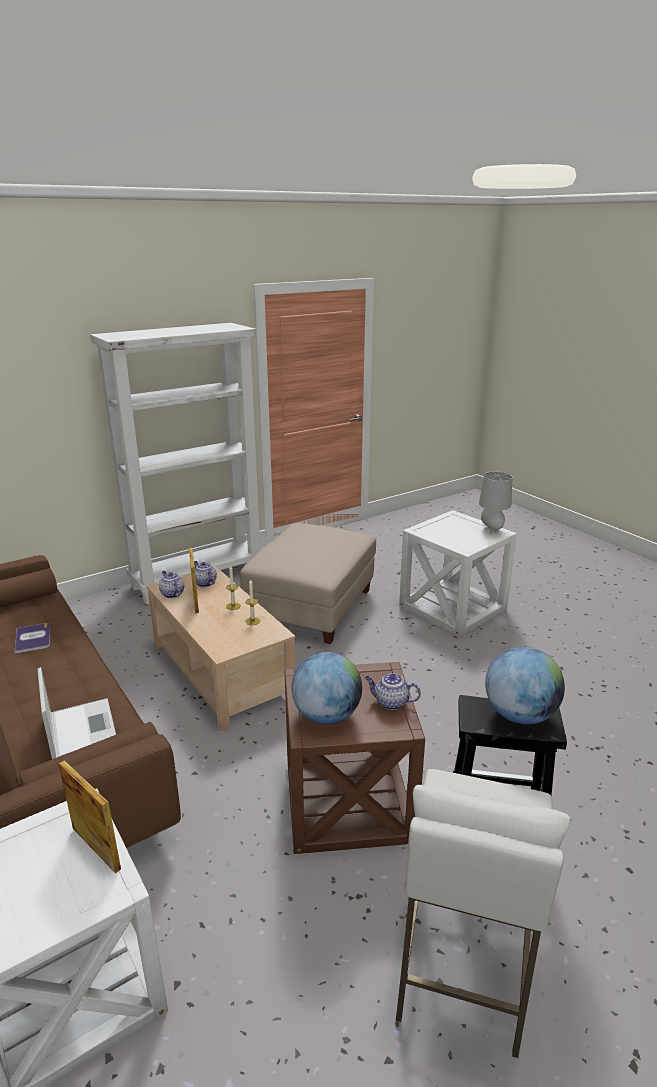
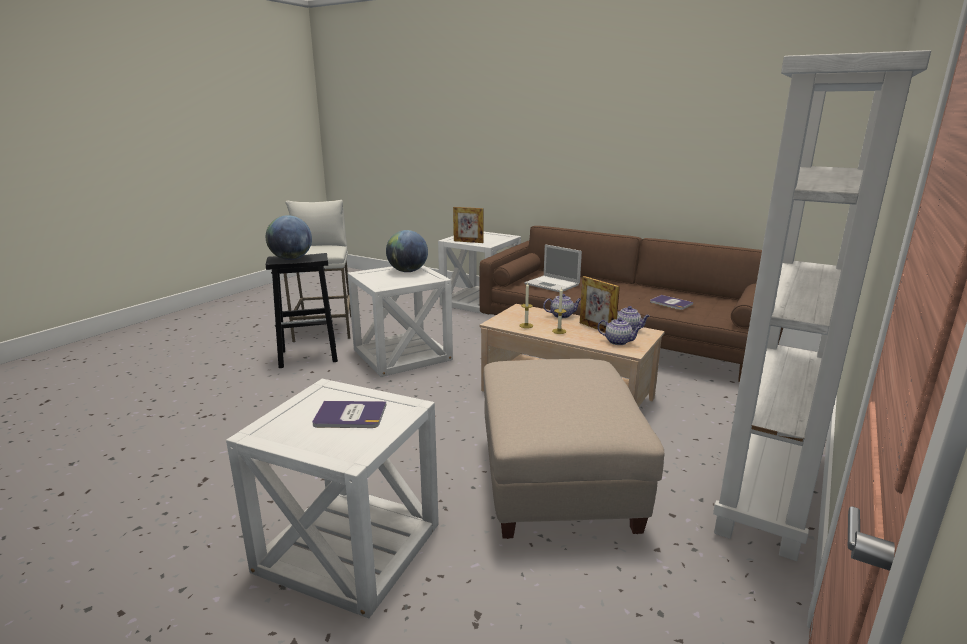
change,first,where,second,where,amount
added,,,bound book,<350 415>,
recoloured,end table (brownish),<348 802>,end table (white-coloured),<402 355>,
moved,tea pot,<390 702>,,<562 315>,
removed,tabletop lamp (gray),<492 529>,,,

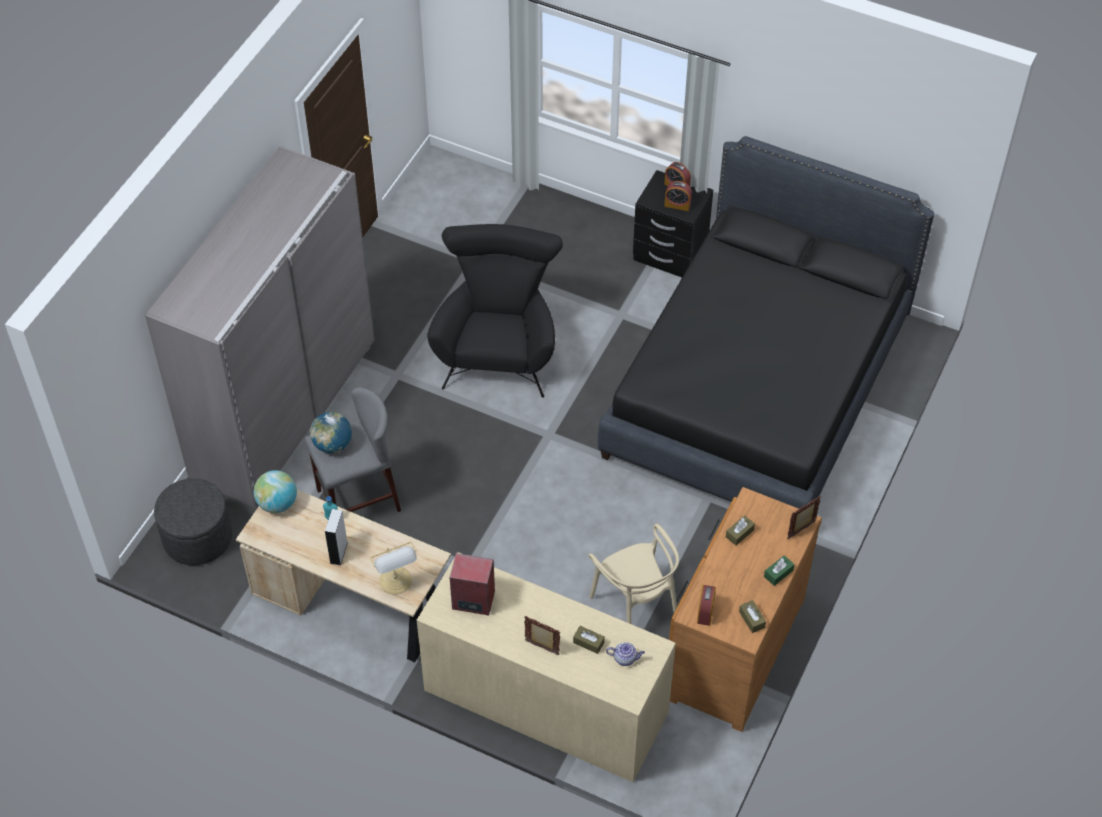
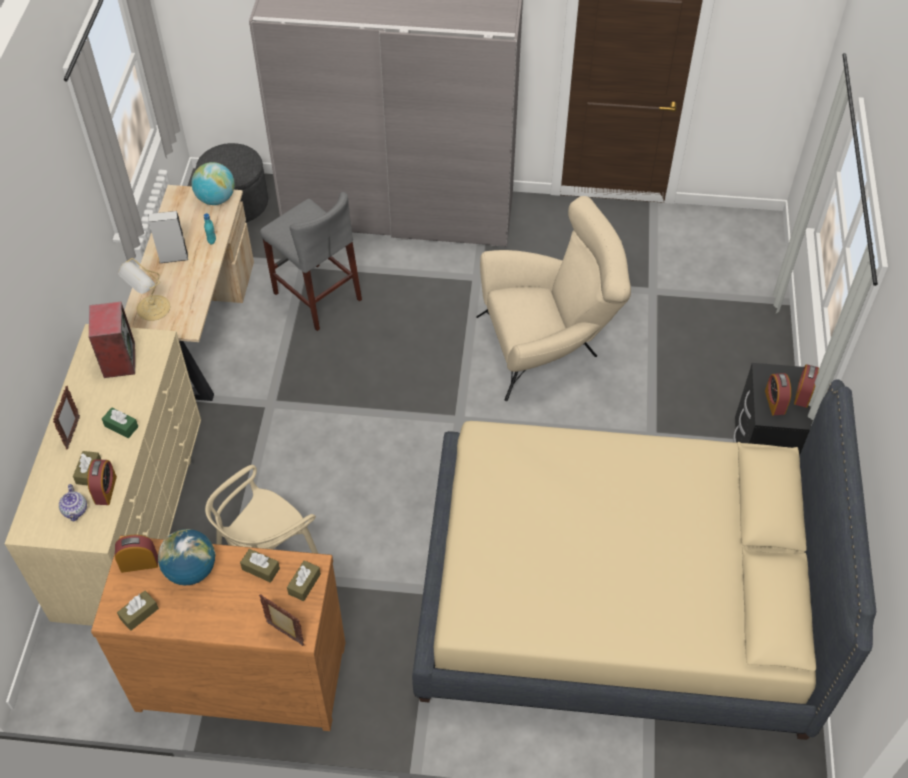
change,first,where,second,where,amount
added,,,alarm clock,<105 490>,
moved,tissue holder (greenish),<778 573>,,<121 426>,
moved,desk globe,<332 444>,,<191 570>,
added,,,tissue holder (brownish),<304 584>,
recoloured,bedroom bed (blackish),<757 387>,bedroom bed (beige-coloured),<617 598>,
recoloured,lounge chair (blackish),<498 349>,lounge chair (beige-coloured),<548 345>,

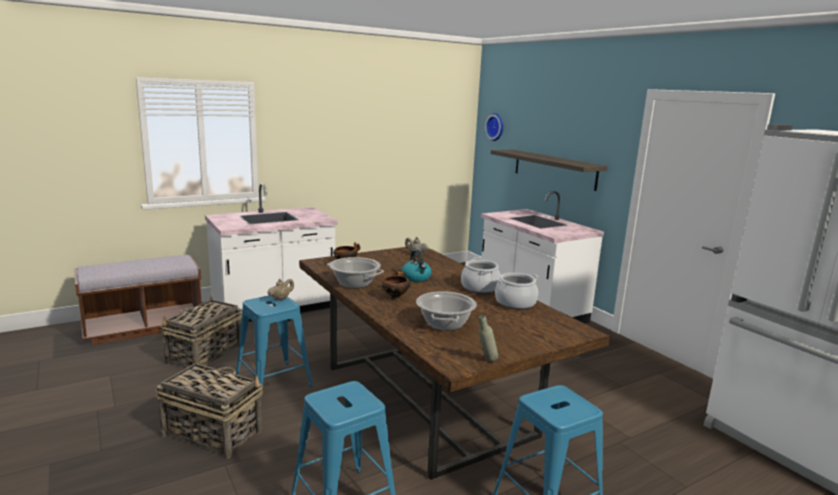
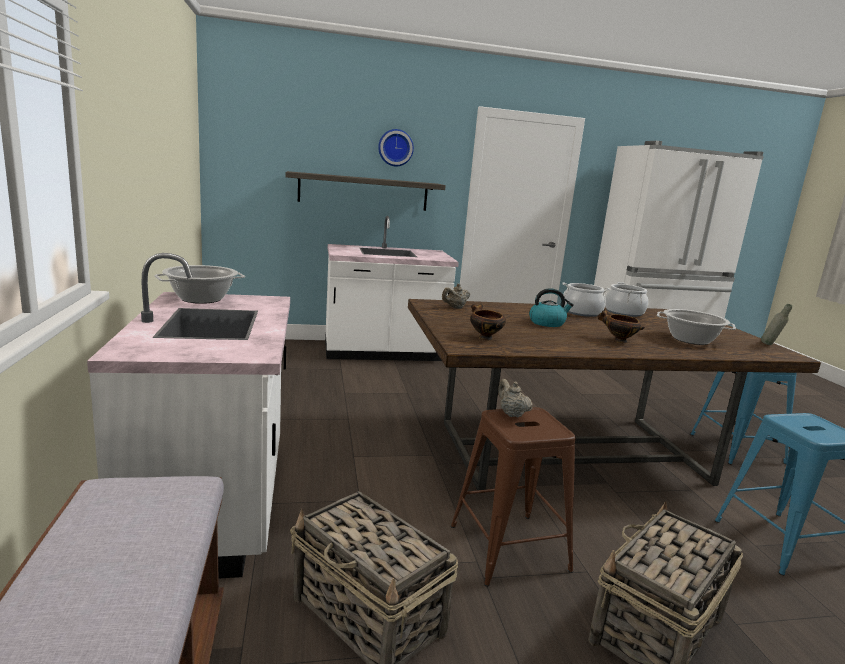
change,first,where,second,where,amount
moved,stockpot,<355 283>,,<201 299>,
moved,wall clock,<496 127>,,<395 148>,
recoloured,sitting stool (blue-coloured),<274 382>,sitting stool (brownish),<509 547>,

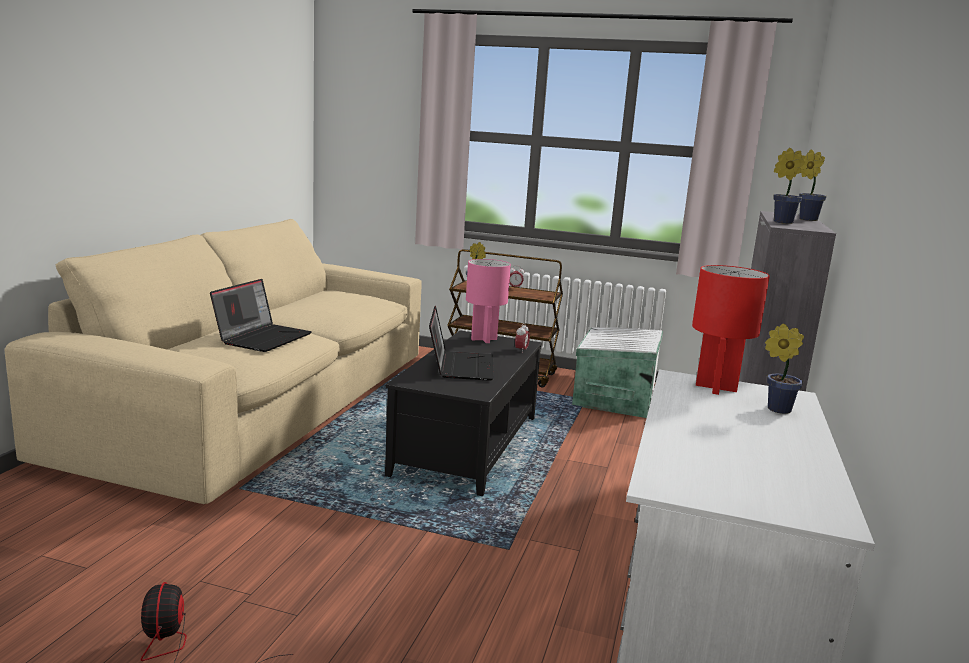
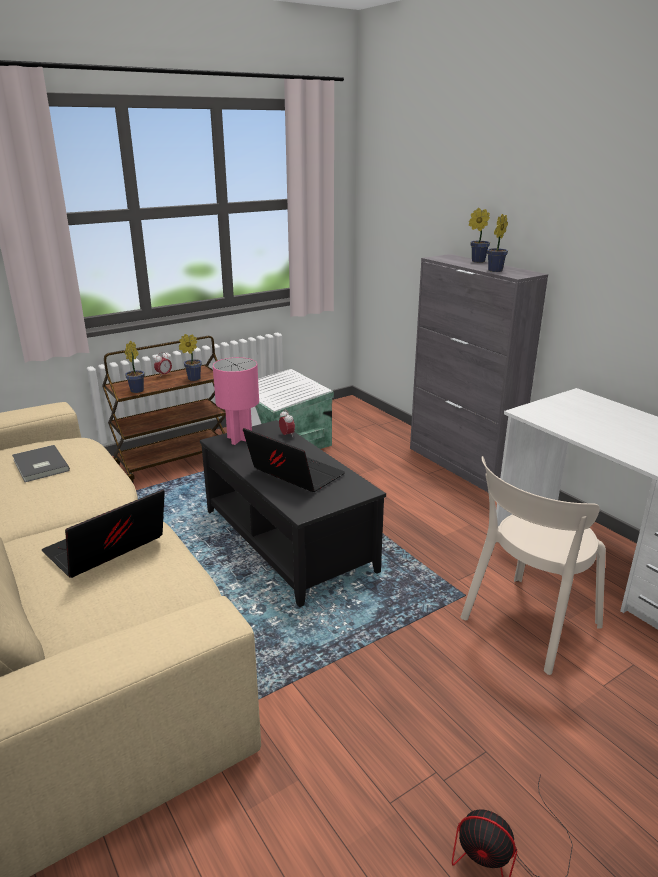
change,first,where,second,where,amount
added,,,bound book (gray),<39 466>,
turned,laptop,<263 338>,,<106 550>,105 degrees counterclockwise
moved,potted plant,<775 409>,,<192 379>,
added,,,plain chair (beige-coloured),<527 625>,
removed,tabletop lamp (red-coloured),<716 388>,,,

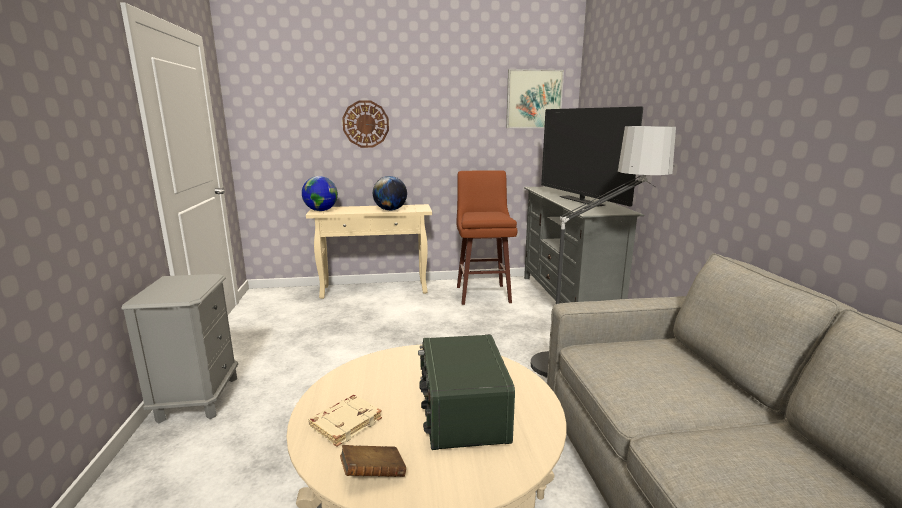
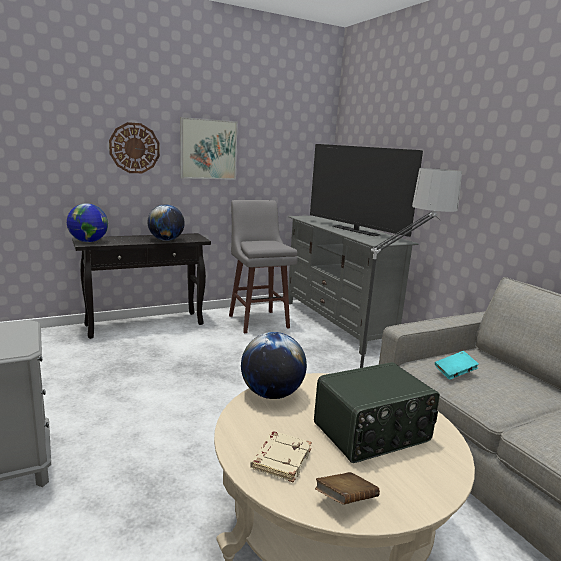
change,first,where,second,where,amount
recoloured,narrow table (beige-coloured),<375 290>,narrow table (blackish),<146 324>,
moved,wall art,<534 99>,,<208 149>,
recoloured,sitting stool (brownish),<483 294>,sitting stool (gray),<258 321>,
added,,,desk globe,<272 394>,
turned,radio set,<461 413>,,<372 433>,90 degrees counterclockwise
added,,,bound book (turquoise),<454 373>,

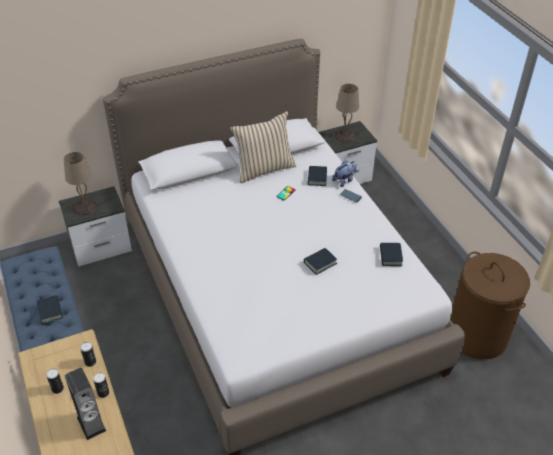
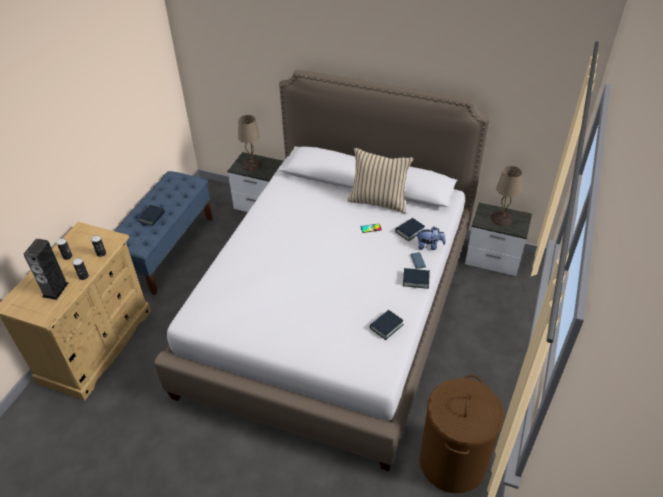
change,first,where,second,where,amount
moved,bound book,<320 263>,,<415 280>,

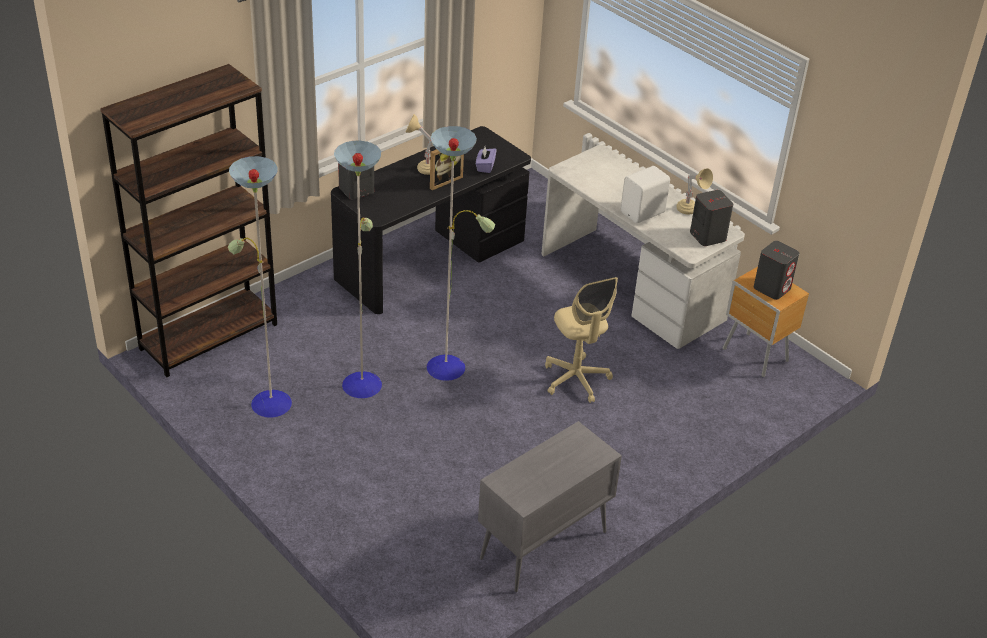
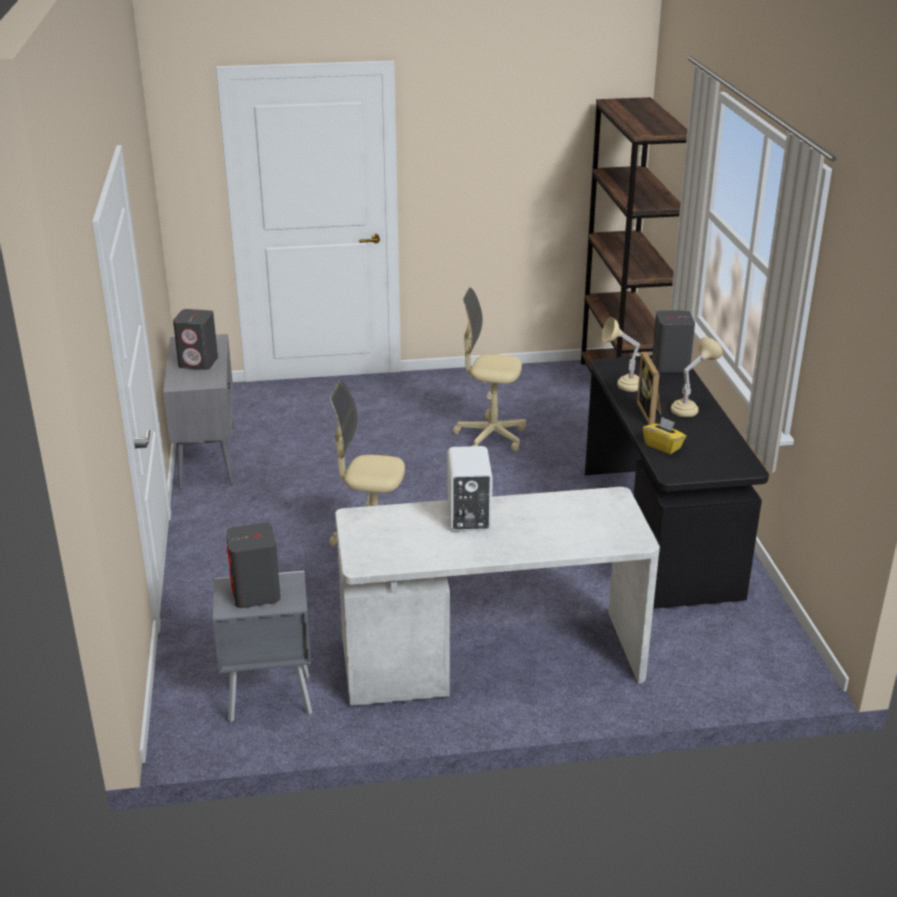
change,first,where,second,where,amount
moved,speaker (gray),<707 236>,,<199 362>,
recoloured,night table (brownish),<755 356>,night table (gray),<267 698>,
replaced,standing lamp,<361 382>,computer chair (beige-coloured),<490 437>,
moved,tabletop lamp (beige-coloured),<690 212>,,<622 386>,
recoloured,tissue holder (purplish),<485 166>,tissue holder (yellow),<663 446>,

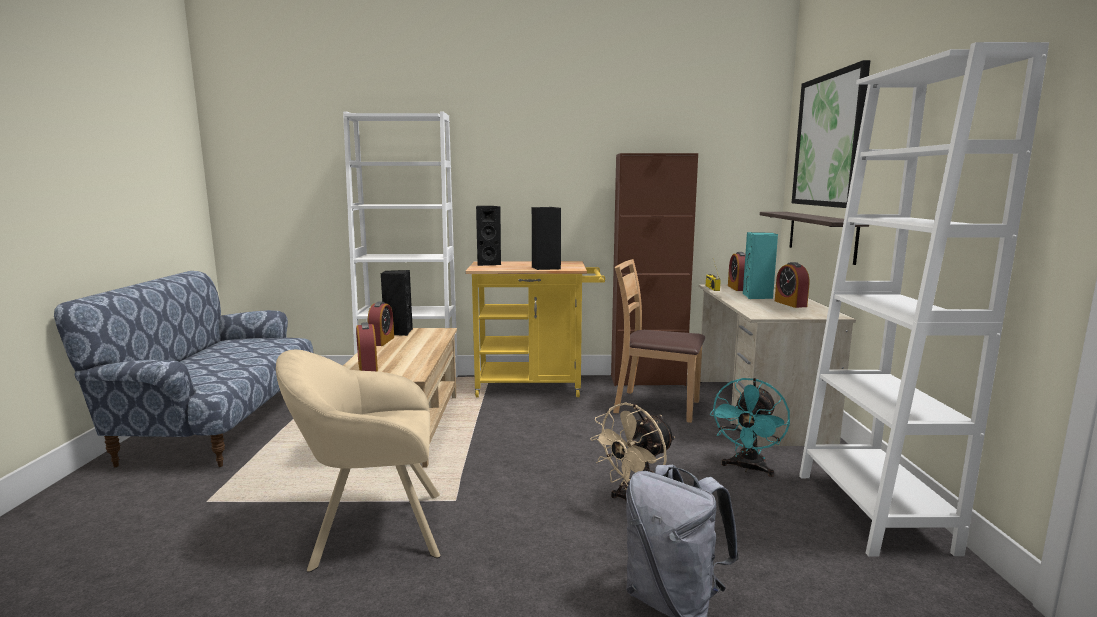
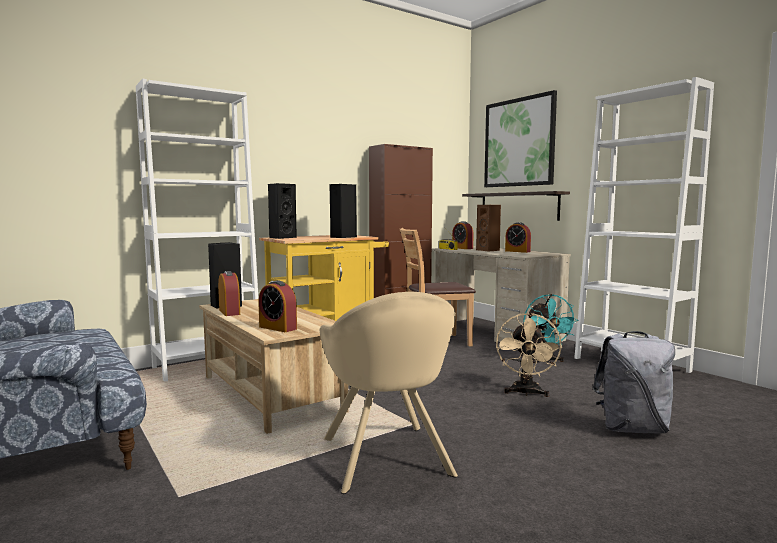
change,first,where,second,where,amount
turned,lounge chair (beige-coloured),<371 529>,,<387 460>,60 degrees counterclockwise
recoloured,speaker (turquoise),<757 296>,speaker (brownish),<488 250>,

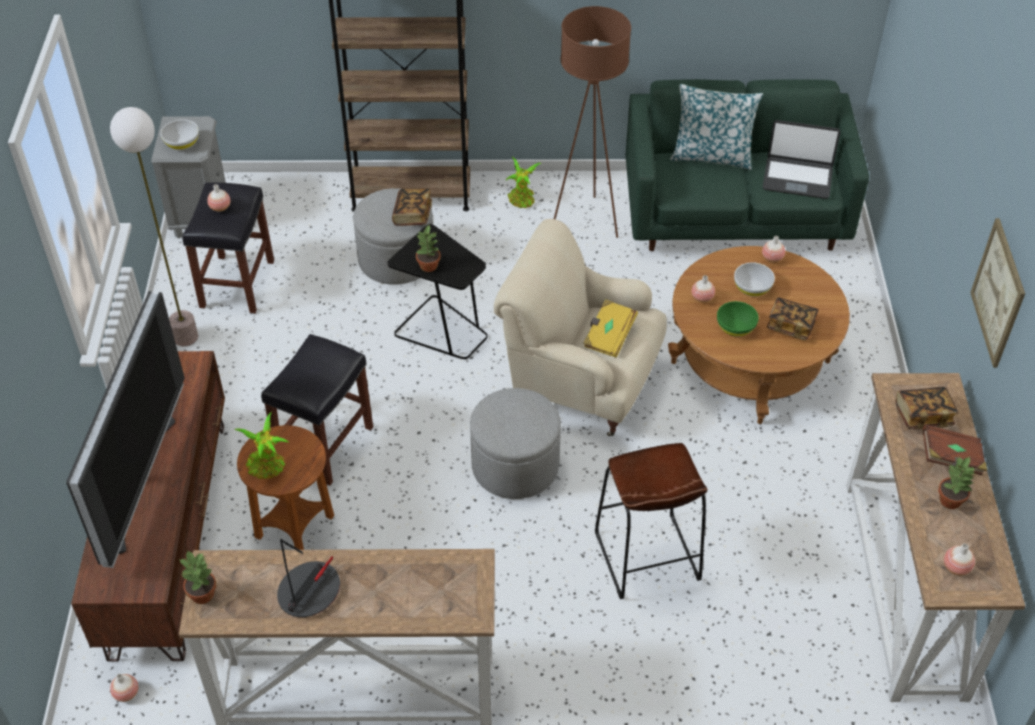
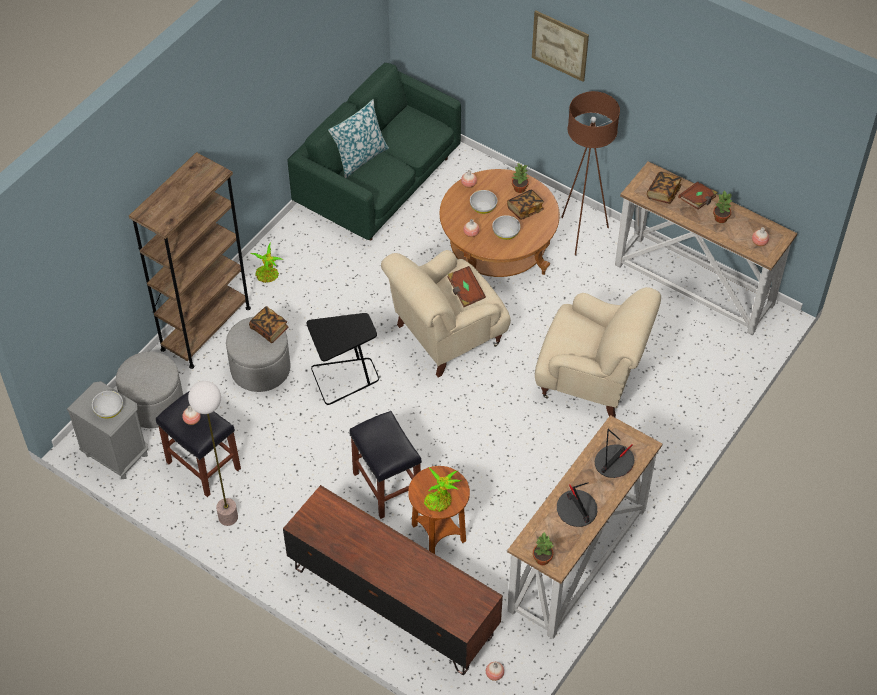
change,first,where,second,where,amount
moved,ottoman (gray),<515 466>,,<153 404>,
recoloured,bound book (yellow),<608 336>,bound book (brownish),<465 292>,
recoloured,bowl (greenish),<735 327>,bowl (white-coloured),<505 233>,
moved,potted plant,<428 266>,,<520 188>,
moved,wall art,<998 293>,,<560 45>,
replaced,sitting stool (brownish),<646 556>,lounge chair (beige-coloured),<591 379>,
moved,standing lamp (brownish),<587 221>,,<581 233>,
added,,,tabletop lamp,<614 462>,
removed,TV,<136 481>,,,
removed,laptop,<797 178>,,,

